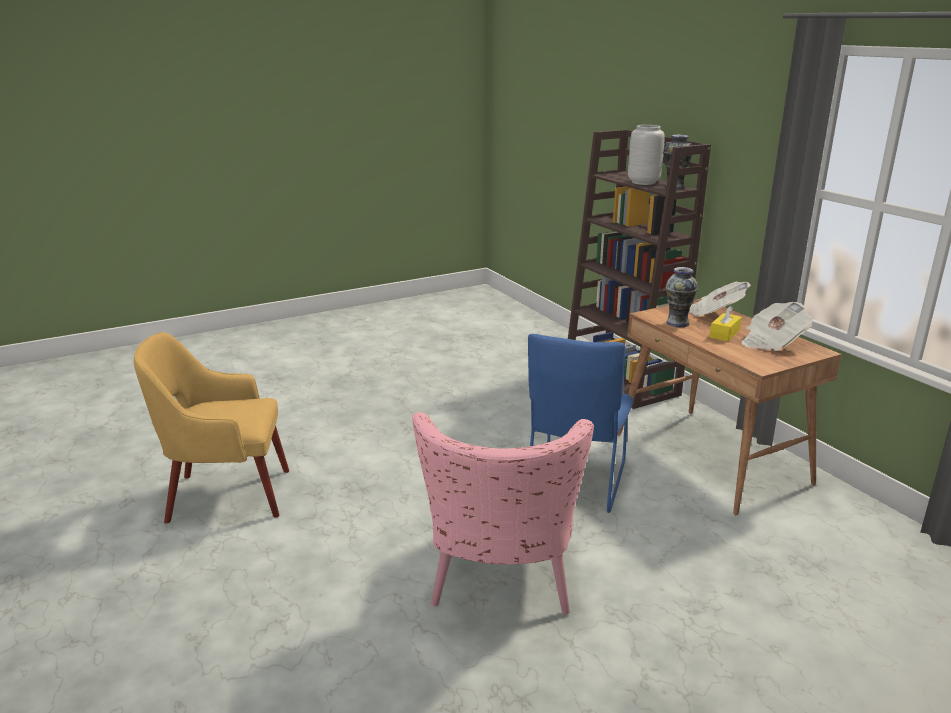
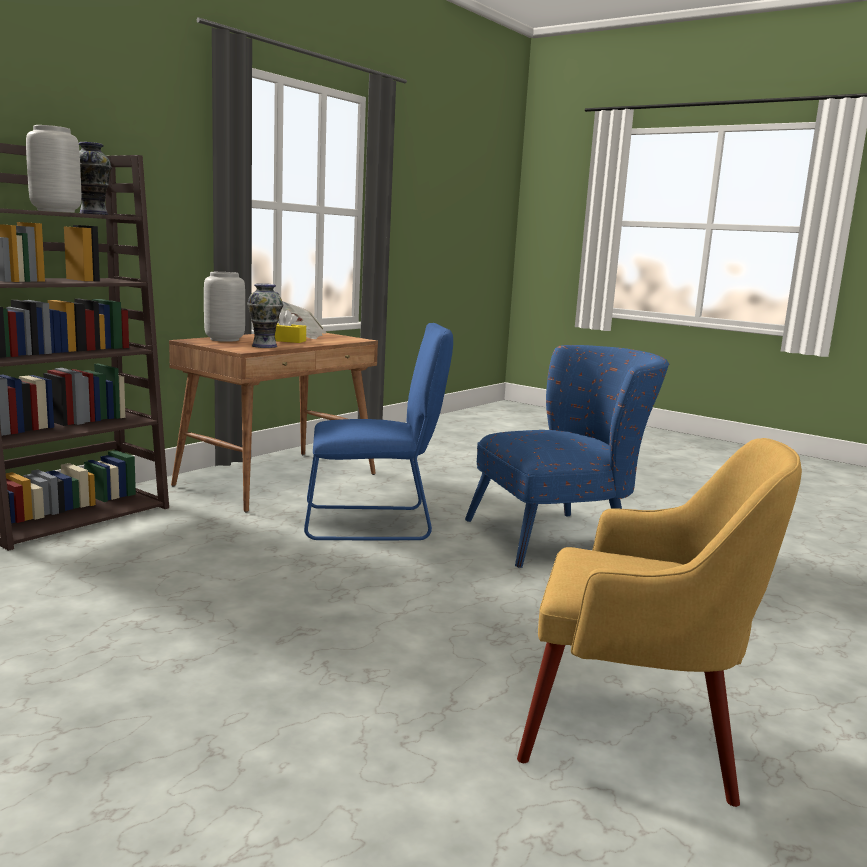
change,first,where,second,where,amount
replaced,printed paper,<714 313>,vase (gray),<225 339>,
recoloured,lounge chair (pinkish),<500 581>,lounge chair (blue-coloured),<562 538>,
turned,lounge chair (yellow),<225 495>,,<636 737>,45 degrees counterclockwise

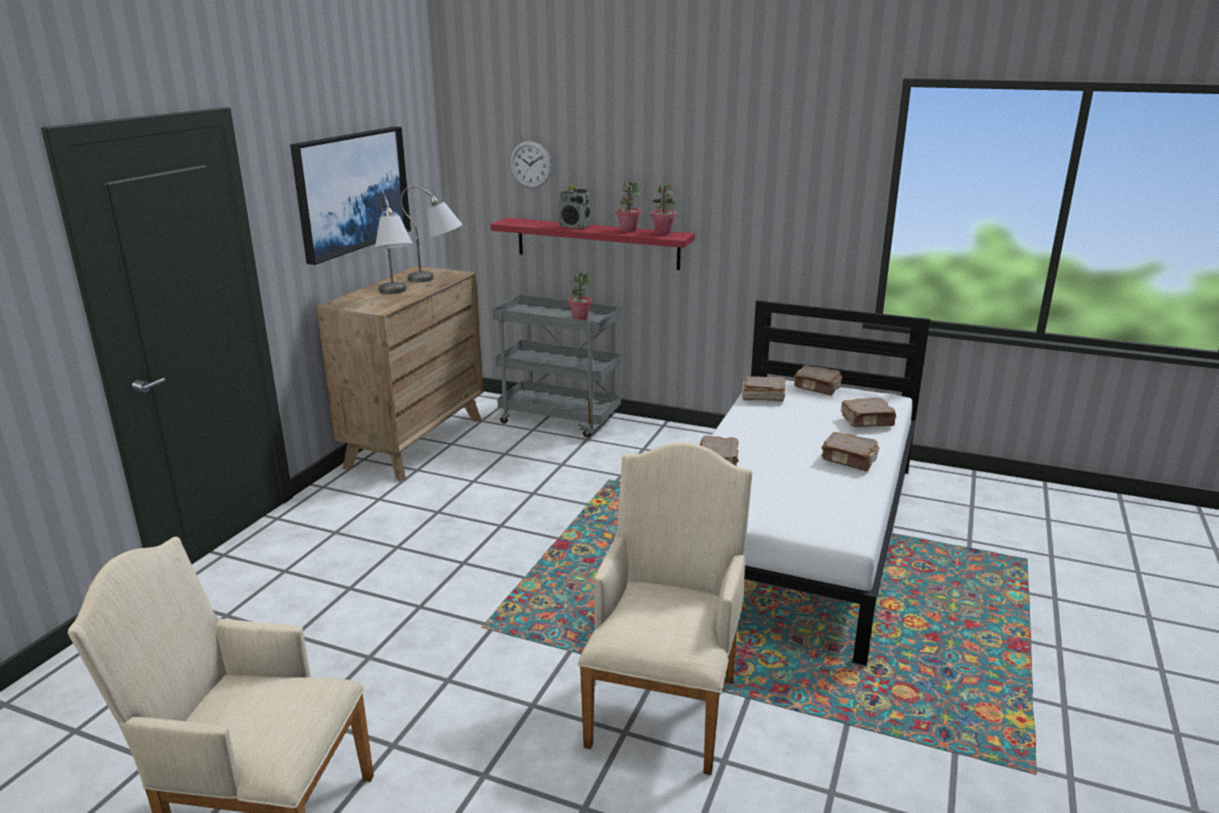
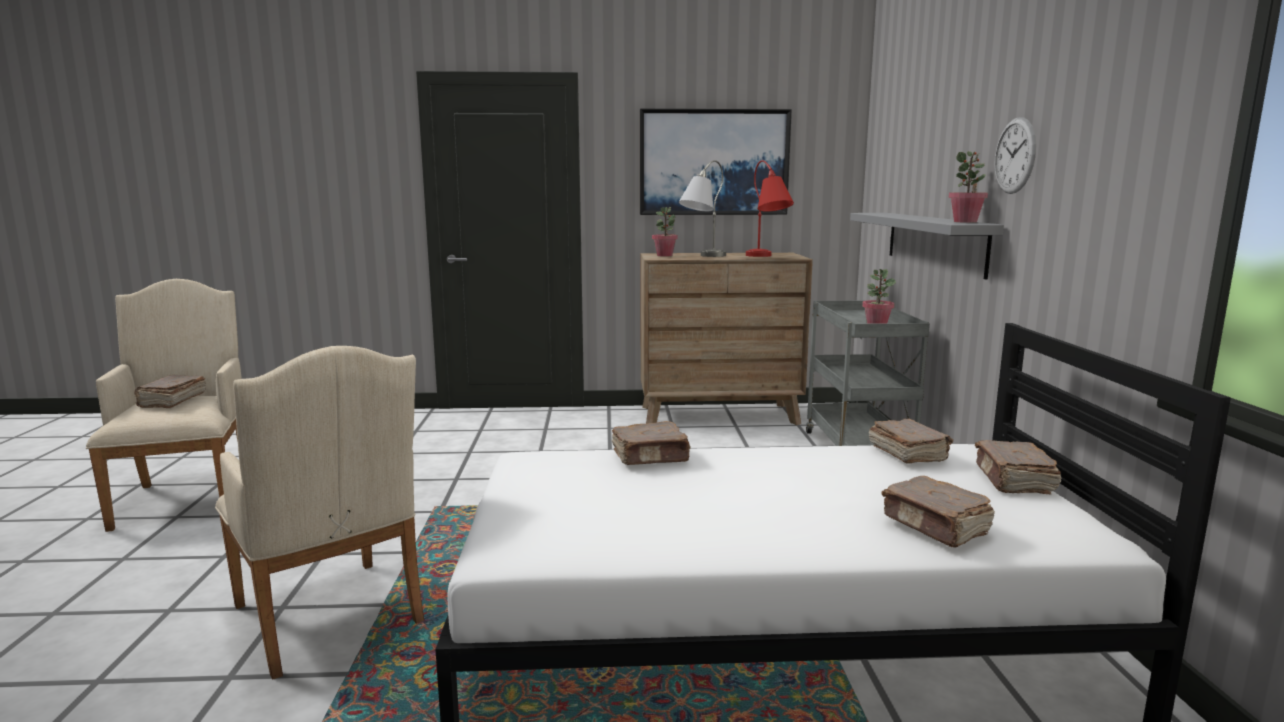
change,first,where,second,where,amount
moved,bound book (brownish),<849 460>,,<172 401>,
turned,lounge chair (beige-coloured),<665 704>,,<331 620>,60 degrees clockwise
moved,potted plant,<628 230>,,<664 255>,
recoloured,tabletop lamp (gray),<437 279>,tabletop lamp (red-coloured),<766 257>,
recoloured,wall shelf (red-coloured),<597 243>,wall shelf (gray),<934 241>,
moved,wall clock,<530 164>,,<1015 155>,
removed,radio set,<574 227>,,,

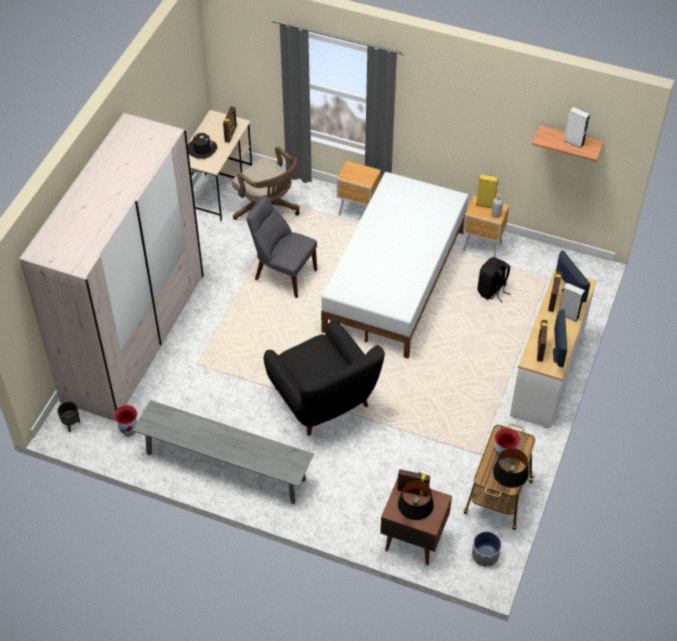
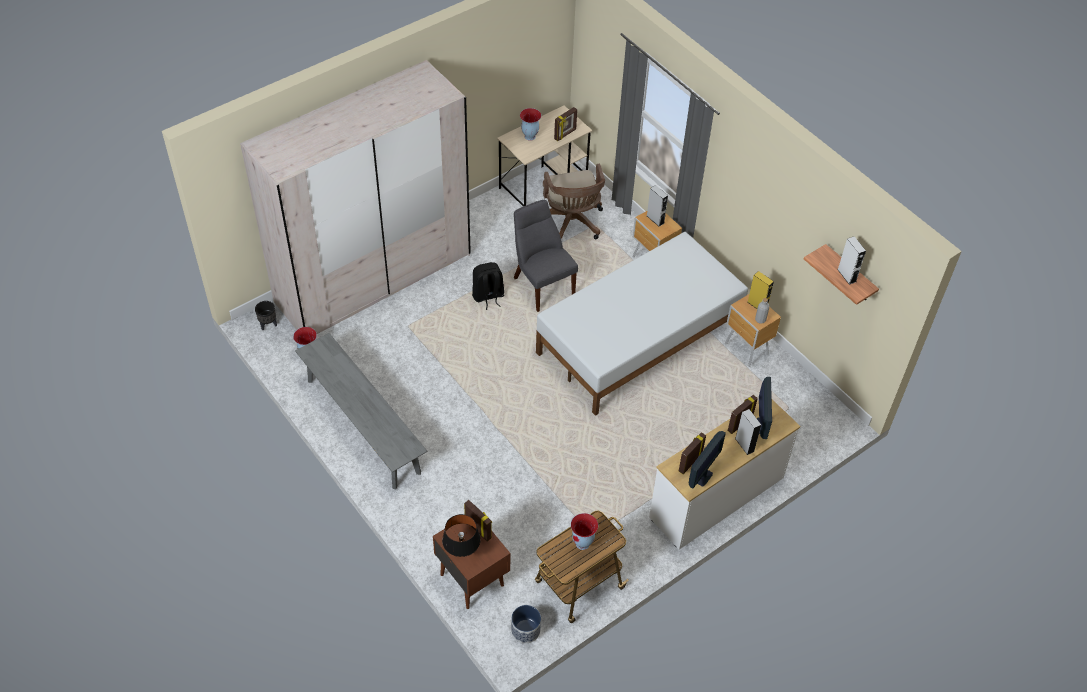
change,first,where,second,where,amount
moved,backpack (blackish),<492 291>,,<488 296>,
replaced,wearable hat (blackish),<202 149>,vase,<529 136>,
added,,,speaker (gray),<655 219>,
removed,lounge chair (blackish),<324 402>,,,
removed,tabletop lamp (blackish),<508 484>,,,

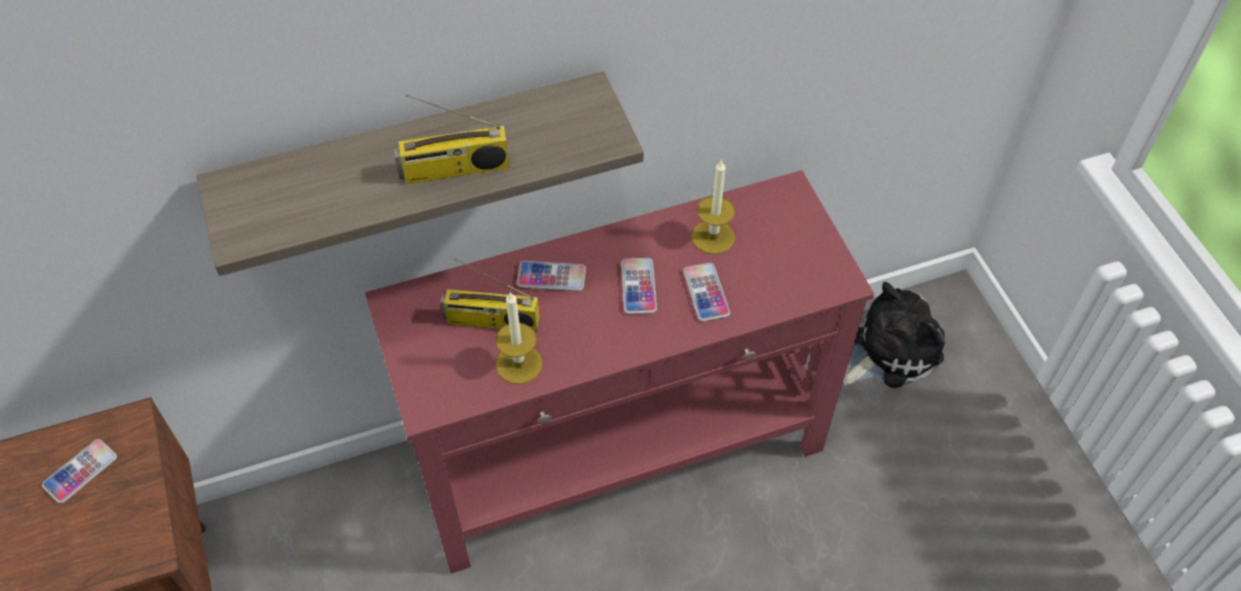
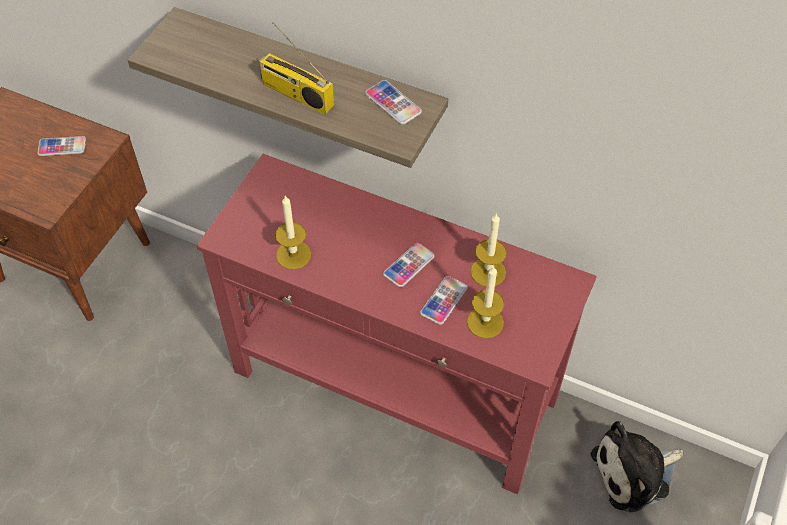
change,first,where,second,where,amount
moved,phone,<551 277>,,<393 103>,
added,,,candle,<485 322>,
turned,soft toy,<889 350>,,<635 473>,150 degrees clockwise
removed,radio set,<491 321>,,,

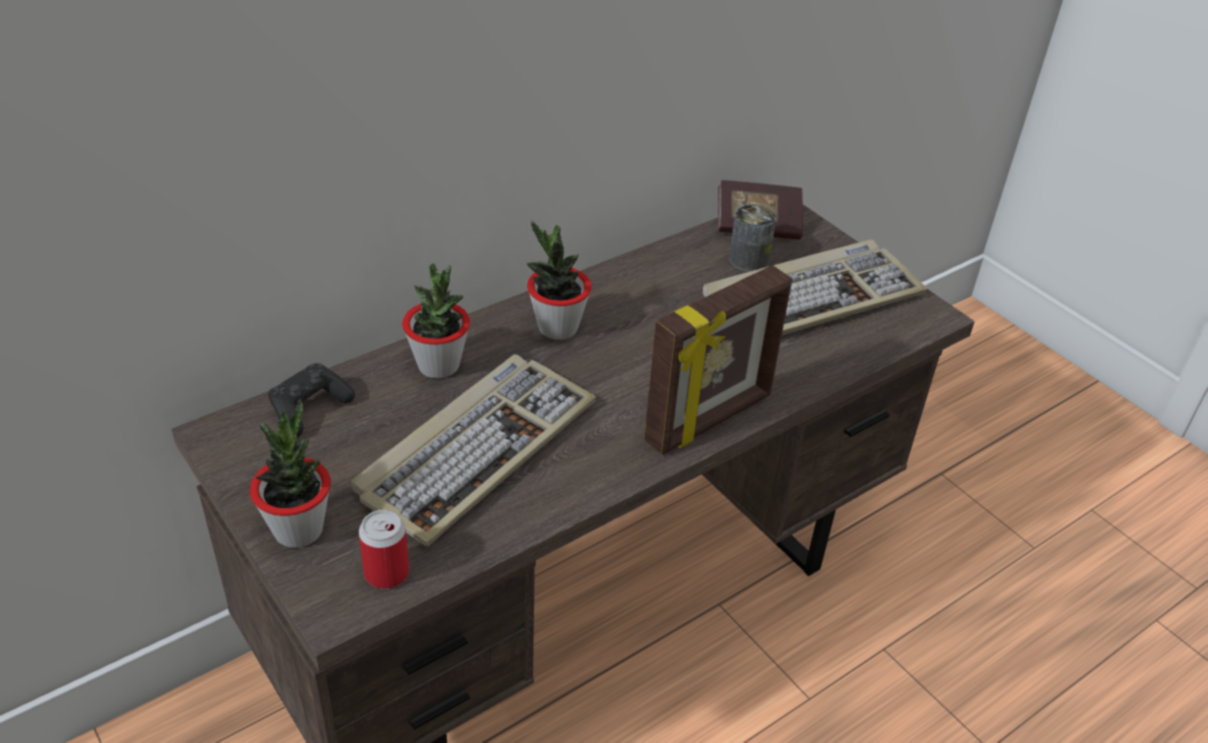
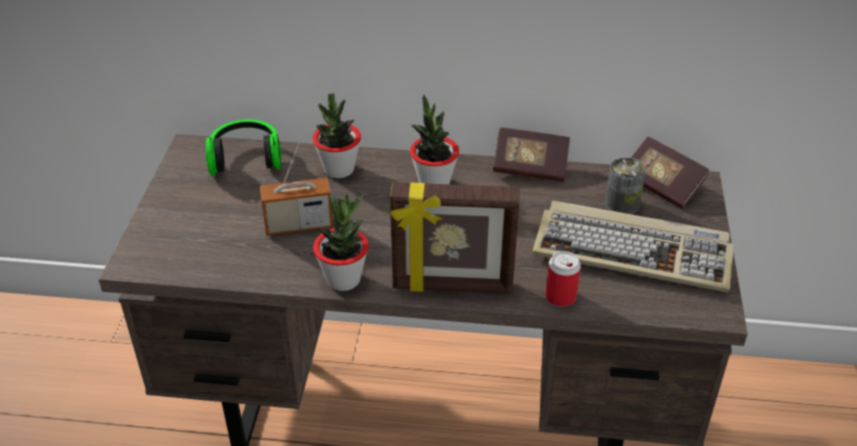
change,first,where,second,where,amount
replaced,game controller (blackish),<309 409>,pair of headphones,<246 158>,
replaced,PC keyboard,<477 449>,radio set,<299 225>,
moved,potted plant,<298 529>,,<343 279>,
added,,,bound book,<530 167>,
moved,can,<387 573>,,<560 297>,

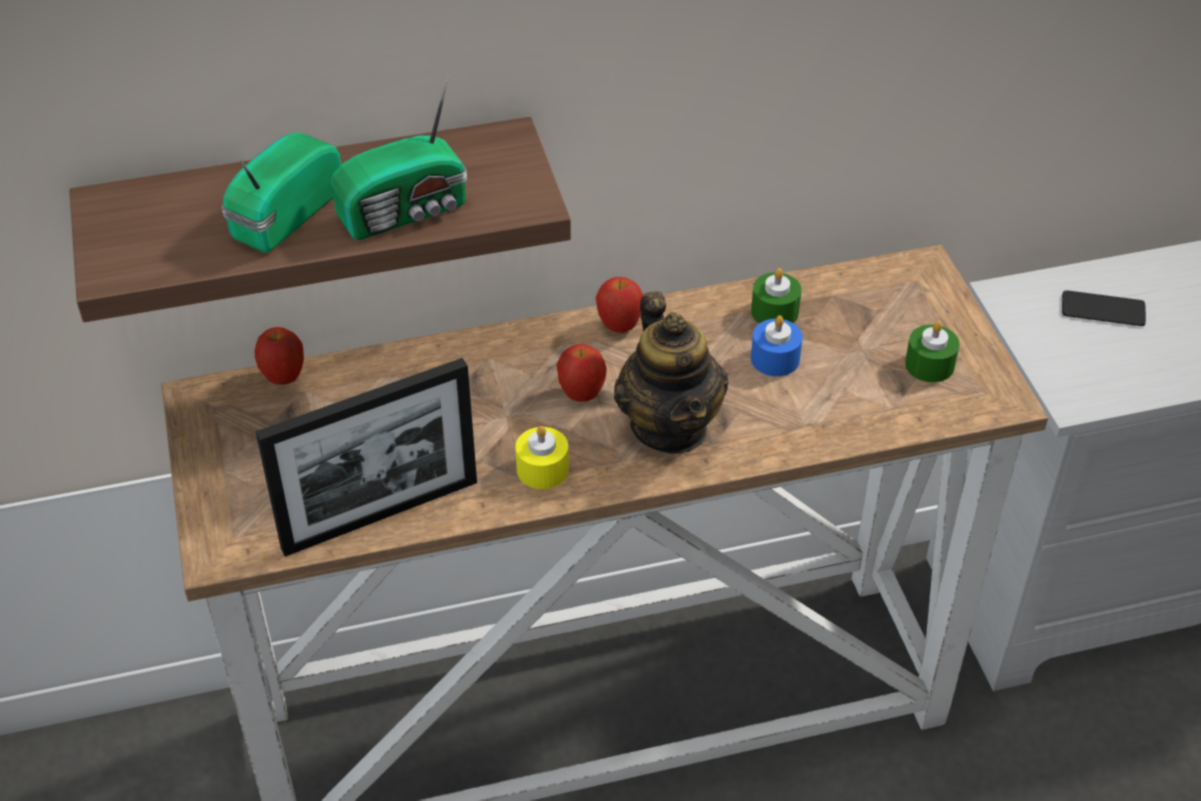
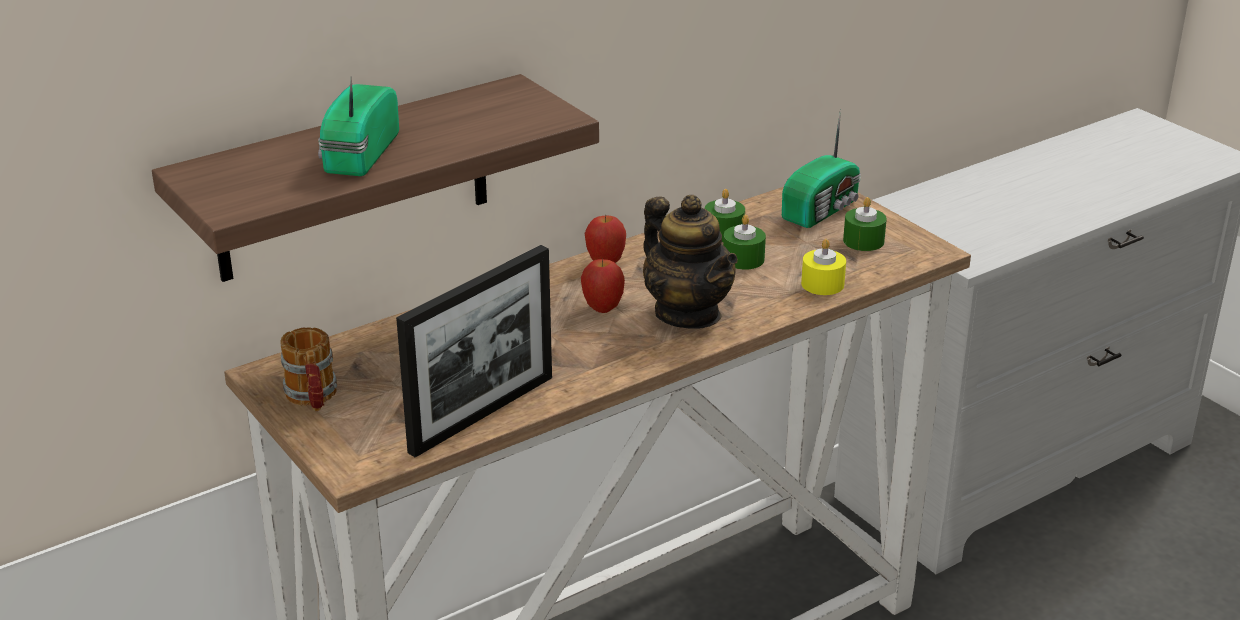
change,first,where,second,where,amount
added,,,tea mug,<312 398>,
recoloured,candle (blue-coloured),<775 359>,candle (greenish),<743 259>,
moved,radio set,<407 211>,,<823 209>,
moved,candle (yellow),<542 469>,,<822 284>,
removed,apple fruit,<284 378>,,,
removed,phone,<1103 309>,,,

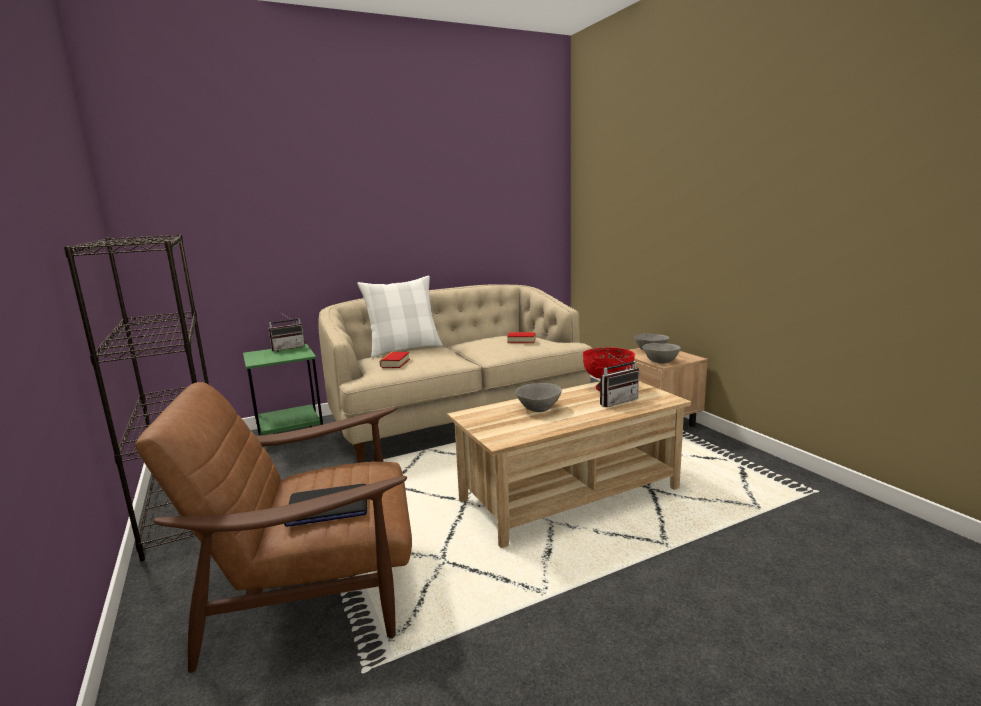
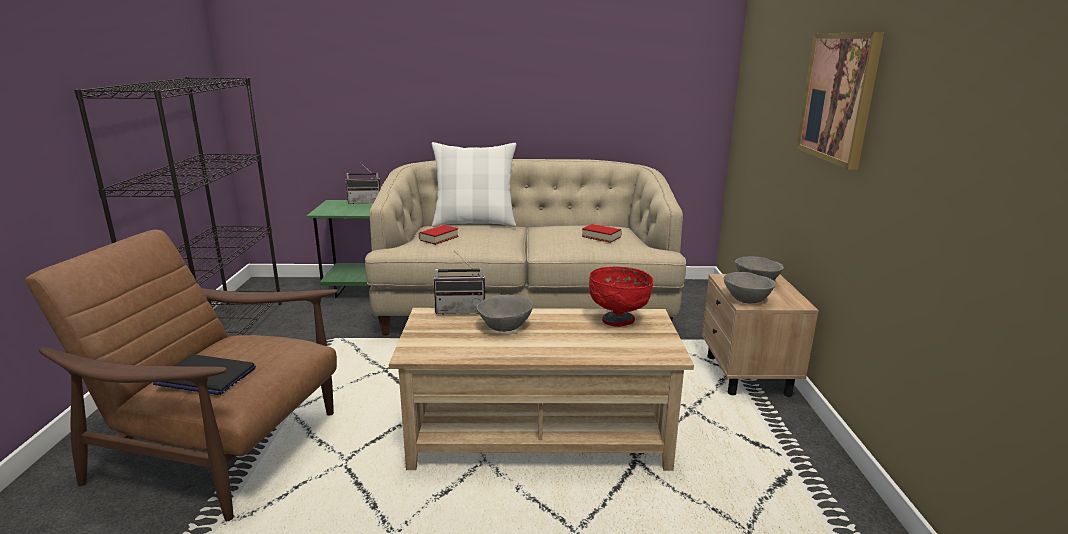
change,first,where,second,where,amount
moved,radio set,<616 401>,,<461 310>,
added,,,wall art,<839 97>,

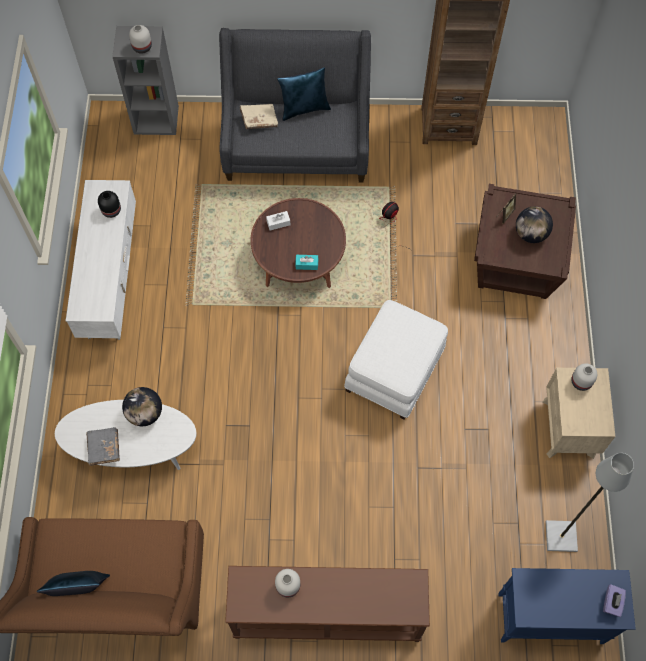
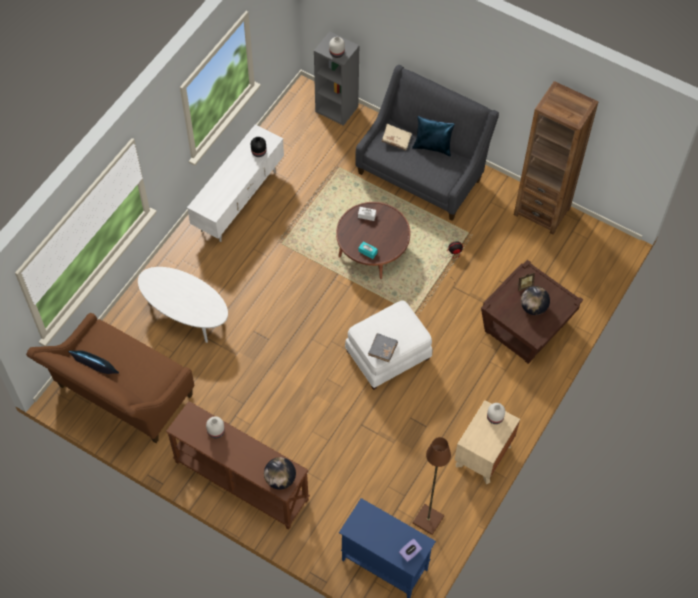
change,first,where,second,where,amount
moved,desk globe,<145 413>,,<280 479>,
moved,bound book (gray),<104 448>,,<382 350>,
recoloured,standing lamp (gray),<560 536>,standing lamp (brownish),<428 519>,

